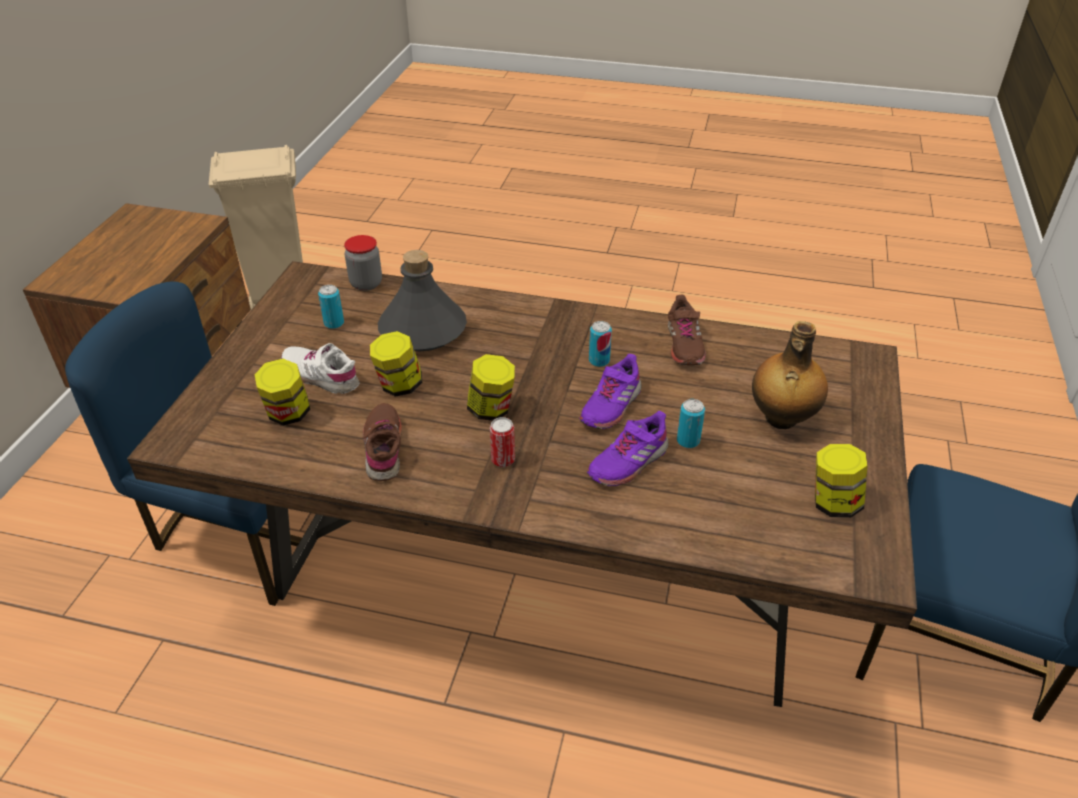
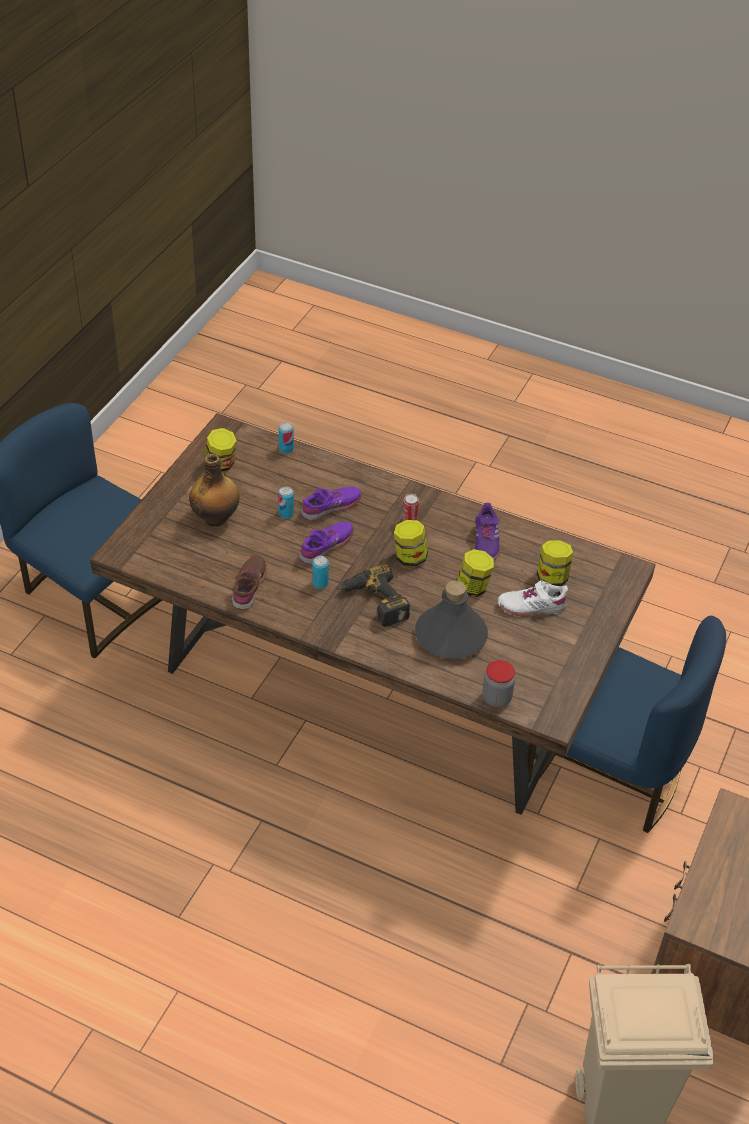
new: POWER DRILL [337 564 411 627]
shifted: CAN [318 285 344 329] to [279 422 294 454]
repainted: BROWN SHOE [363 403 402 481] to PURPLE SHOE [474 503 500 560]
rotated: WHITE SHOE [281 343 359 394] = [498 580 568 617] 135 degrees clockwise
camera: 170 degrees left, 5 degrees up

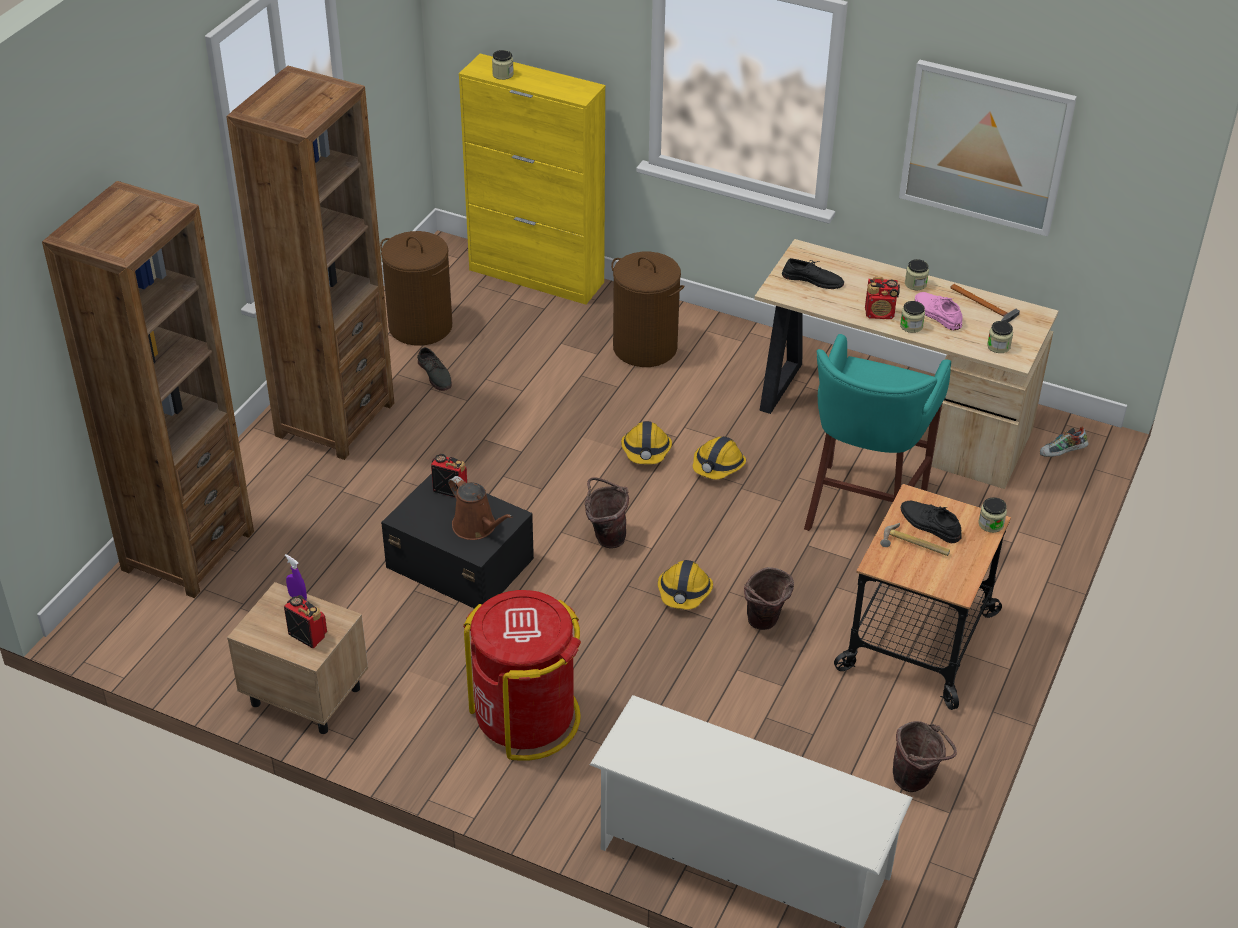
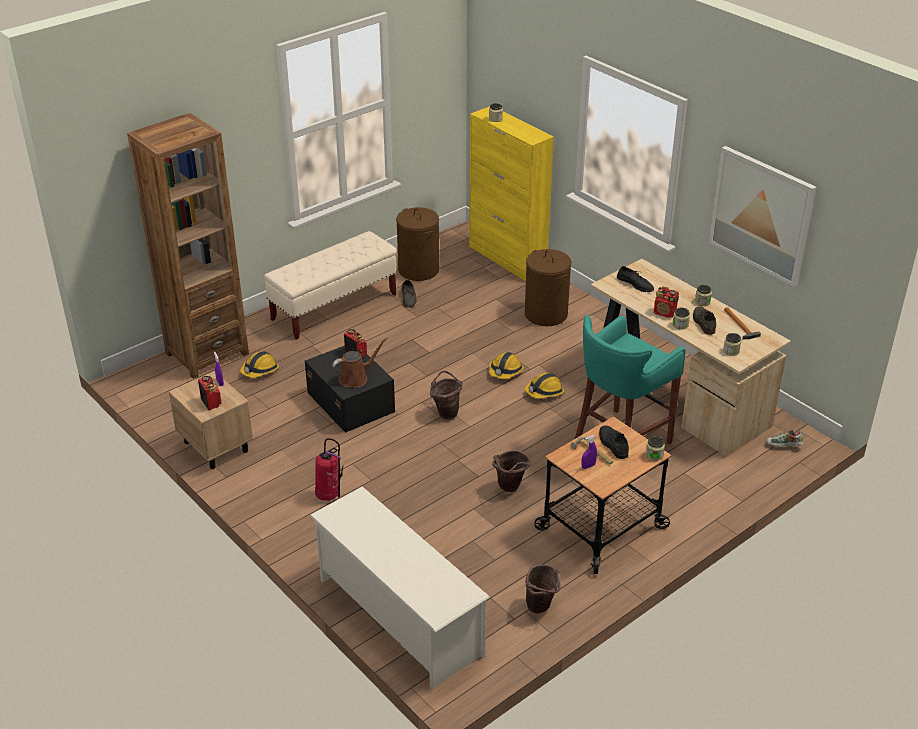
new: PURPLE SPRAY BOTTLE [582 435 597 469]
shifted: HARD HAT [658 560 713 610] to [240 351 279 378]
swapped: BROWN BOOKCASE [226 66 394 460] to BEIGE BENCH [264 231 397 340]; RED TRASH CAN [463 590 581 760] to FIRE EXTINGUISHER [315 438 344 501]
repainted: PINK SHOE [915 292 963 330] to GREY SHOE [693 307 716 335]
rotated: BROWN WATERING CAN [448 476 513 540] = [332 337 388 388] 105 degrees counterclockwise
camera: 25 degrees right, 5 degrees down

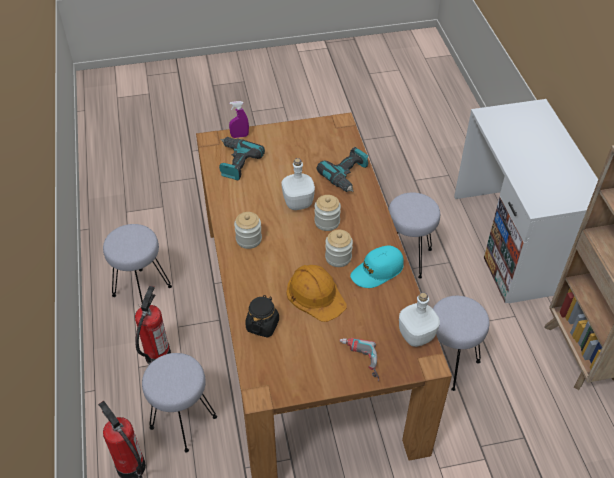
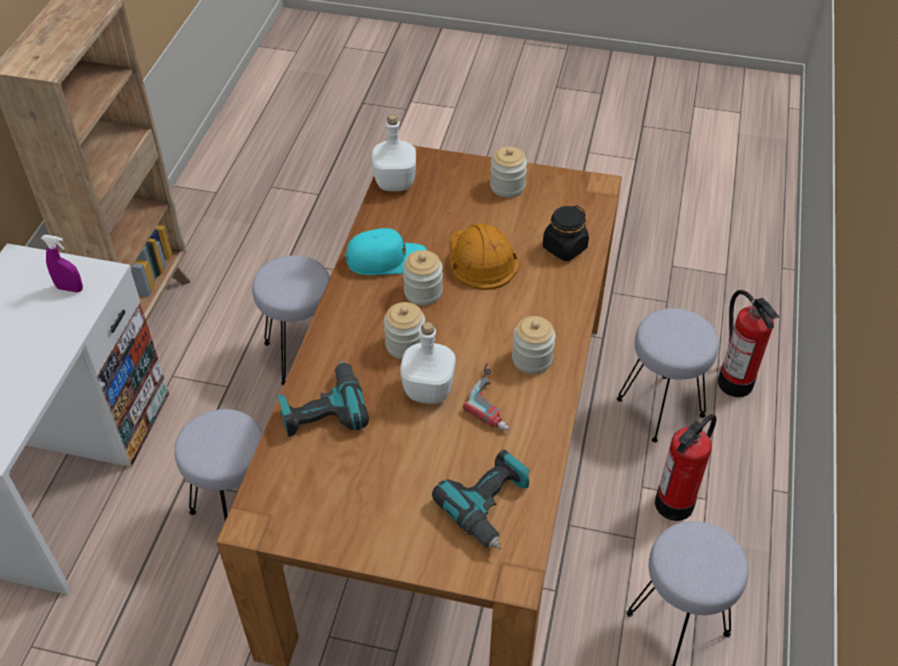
new: JAR [490 147 527 198]
shifted: PURPLE SPRAY BOTTLE [229 101 249 138] to [41 235 83 292]; POWER DRILL [339 338 379 381] to [463 363 509 431]
camera: 155 degrees left, 0 degrees up

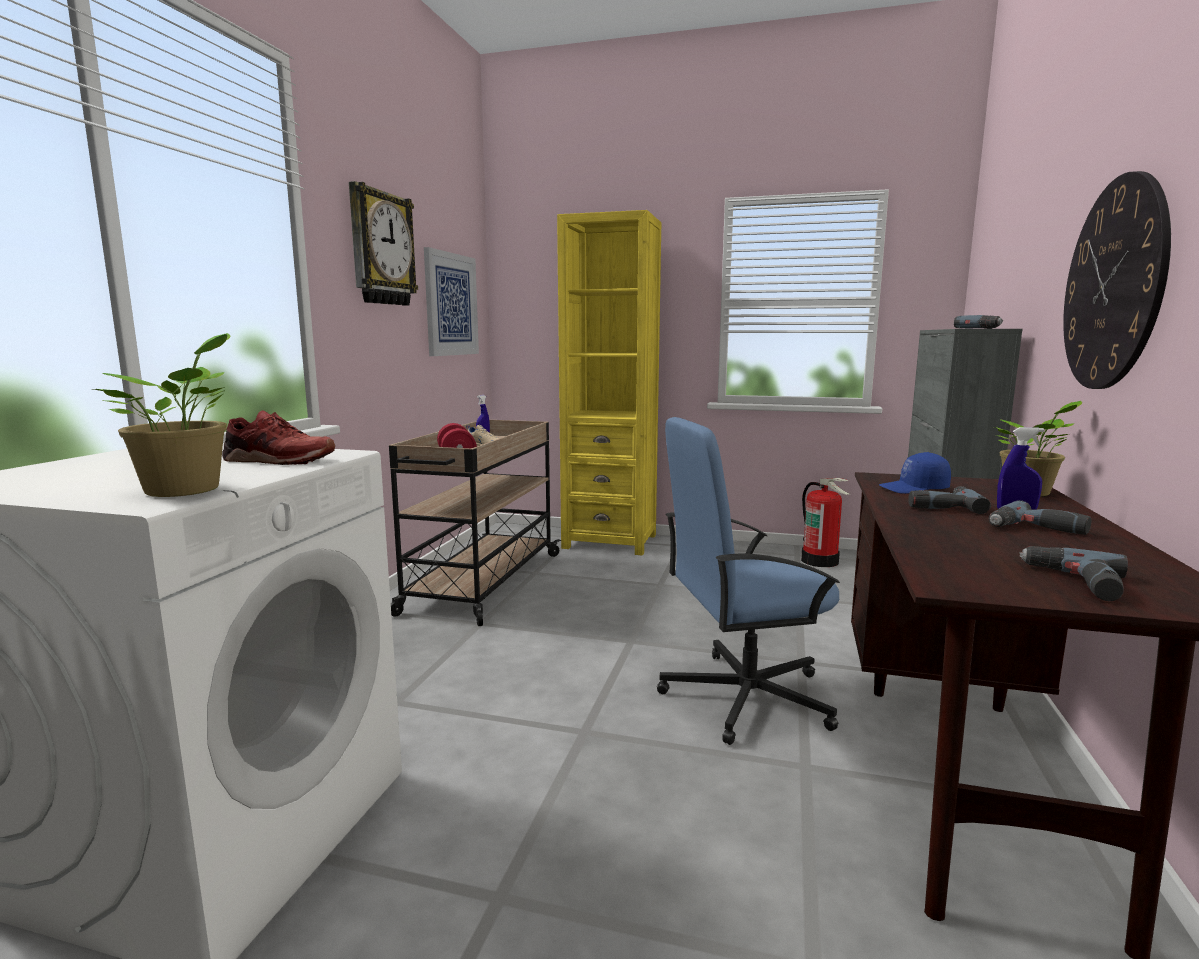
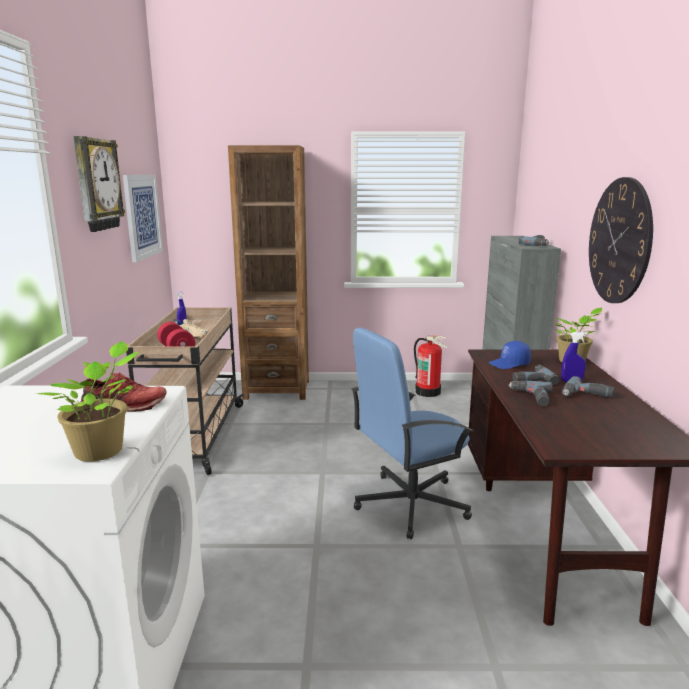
shifted: POWER DRILL [1019 546 1128 601] to [509 381 552 406]
repainted: YELLOW BOOKCASE [557 210 661 556] to BROWN BOOKCASE [228 145 309 400]
camera: 15 degrees left, 5 degrees up

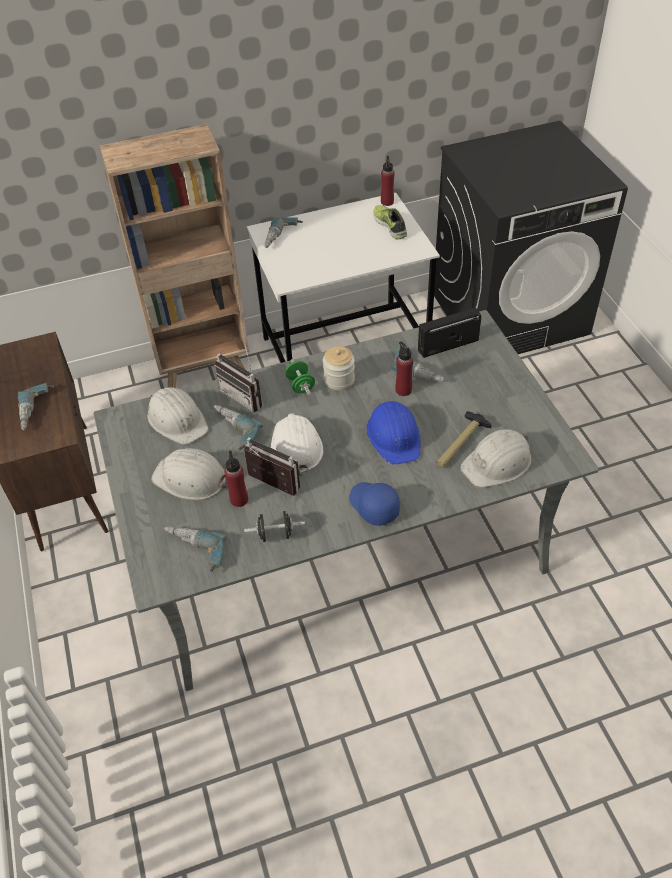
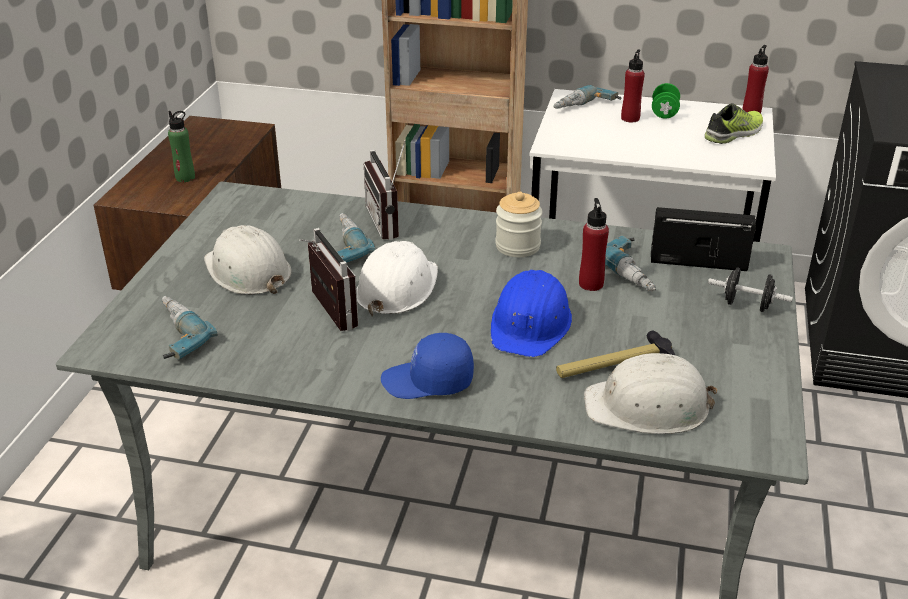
gone: WHITE HARD HAT [147 387 208 445]
shifted: RED BOTTLE [224 451 248 507] to [621 50 645 122]; BLACK DUMBBELL [244 511 305 542] to [708 268 793 312]; GREEN DUMBBELL [285 359 315 396] to [652 83 680 119]
swapped: POWER DRILL [18 383 54 431] to GREEN BOTTLE [168 111 195 182]
rotated: BLUE CAP [349 482 400 526] = [381 333 474 399] 90 degrees counterclockwise; SHOE [373 205 407 240] = [705 103 763 144] 45 degrees clockwise
camera: 30 degrees right, 15 degrees down

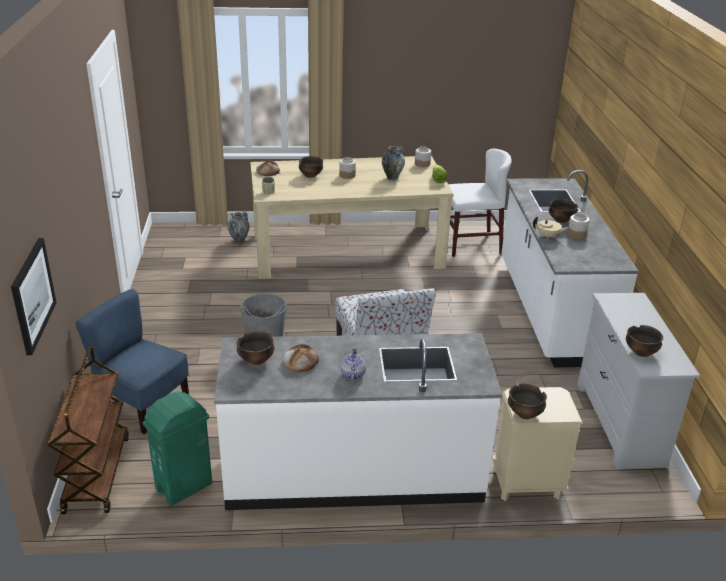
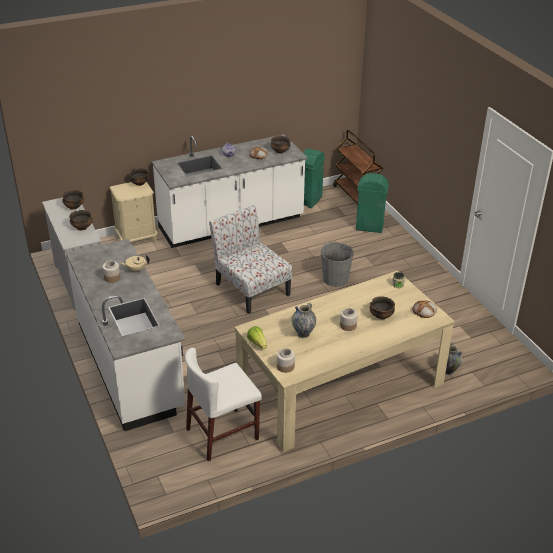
gone: PICTURE [11 238 57 355]
shifted: BOWL [549 199 578 223] to [69 210 93 231]
swapped: BLUE CHAIR [75 289 189 434] to GREEN TRASH CAN [356 173 389 233]
camera: 160 degrees right, 5 degrees up

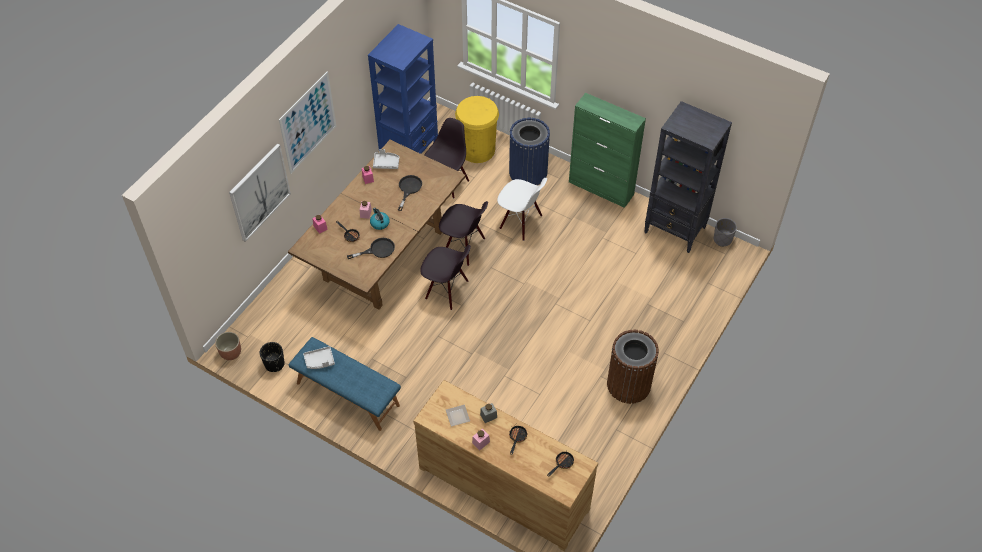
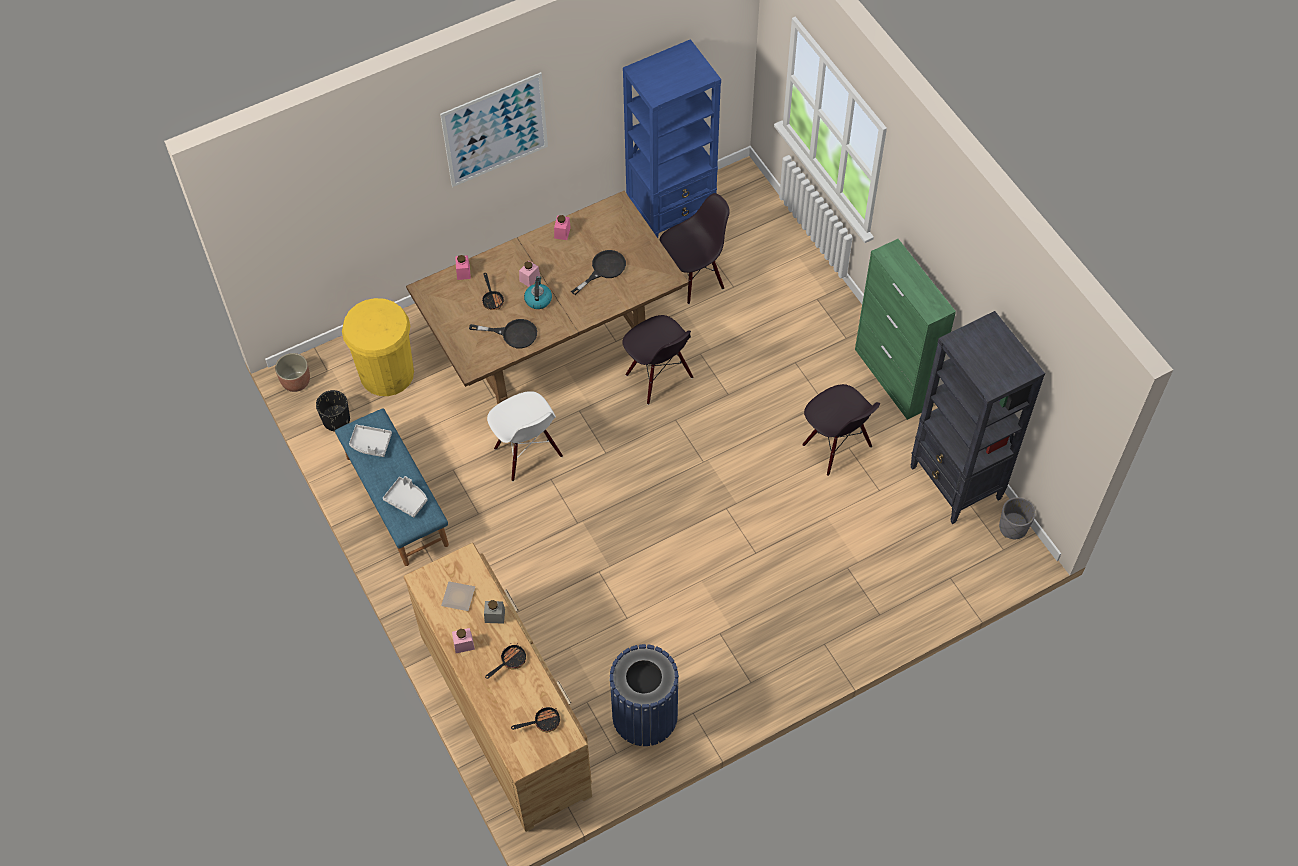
gone: PICTURE [229 144 291 242]; BROWN TRASH CAN [607 330 659 404]
shifted: GREY TRAY [373 149 400 169] to [383 476 428 517]; BLACK CHAIR [420 245 471 310] to [802 384 880 476]; YELLOW TRASH CAN [455 96 499 163] to [342 298 414 396]; WHITE CHAIR [497 178 547 241] to [487 391 563 481]; BLUE TRASH CAN [509 118 550 185] to [609 644 679 746]
camera: 30 degrees right, 5 degrees up

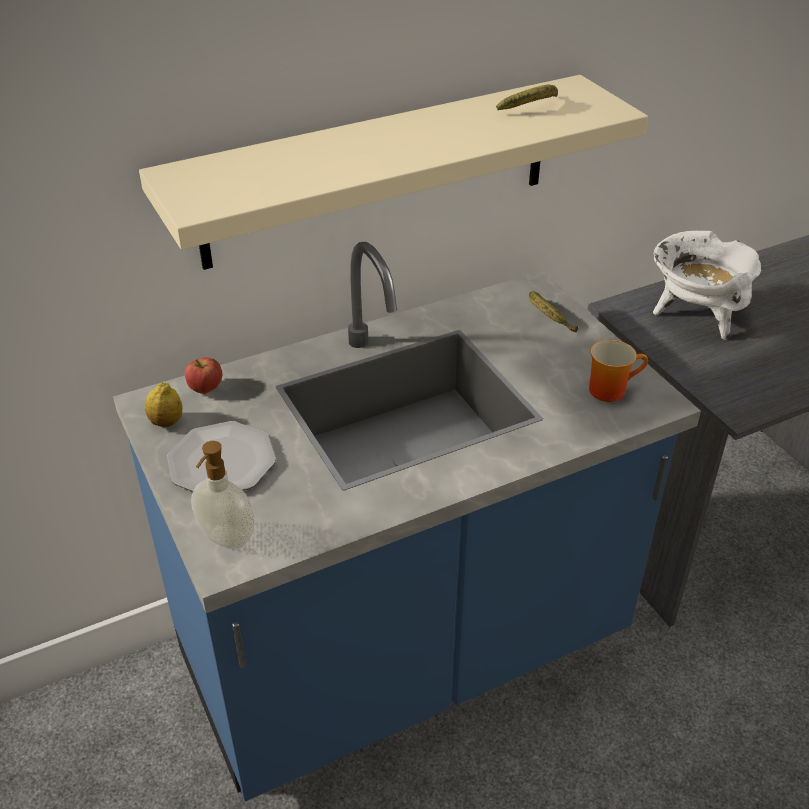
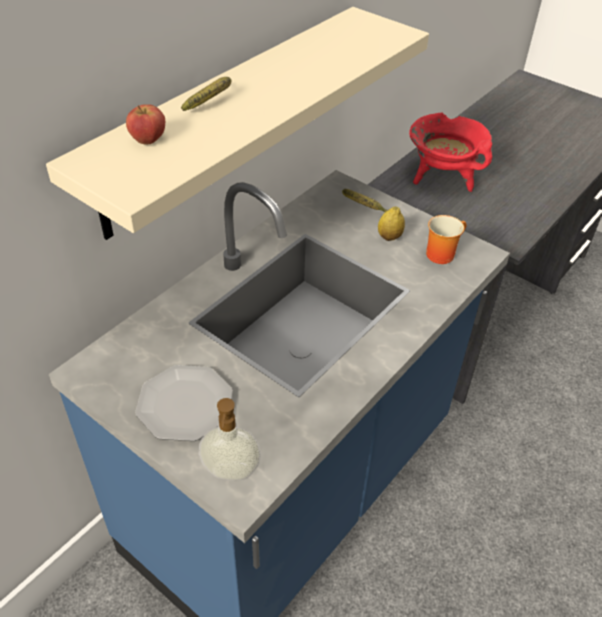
shifted: LEMON [145 382 183 427] to [378 207 405 241]; APPLE [185 357 222 394] to [126 104 165 144]; BANANA [496 85 558 110] to [181 77 232 111]
repainted: WHITE COOKING POT [653 231 761 340] to RED COOKING POT [409 113 492 192]
camera: 25 degrees left, 5 degrees up

